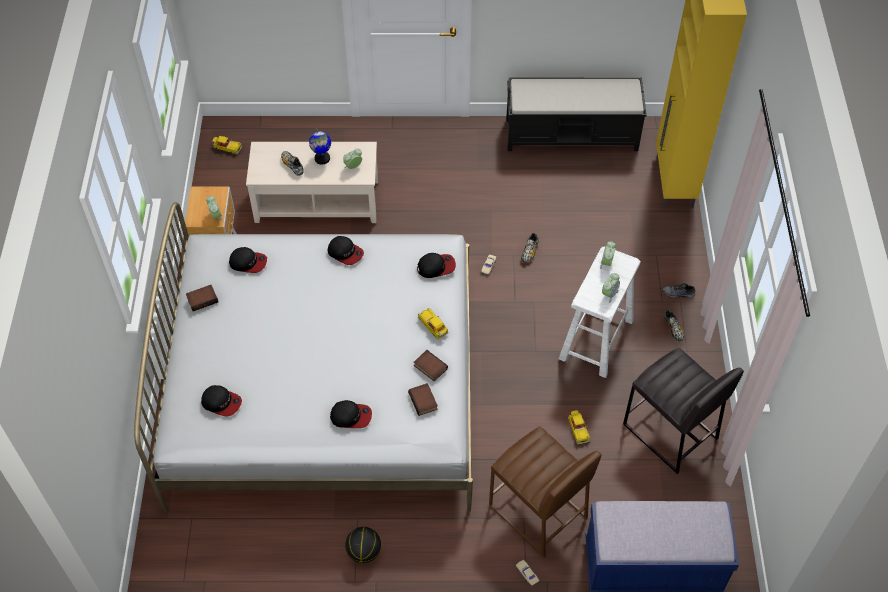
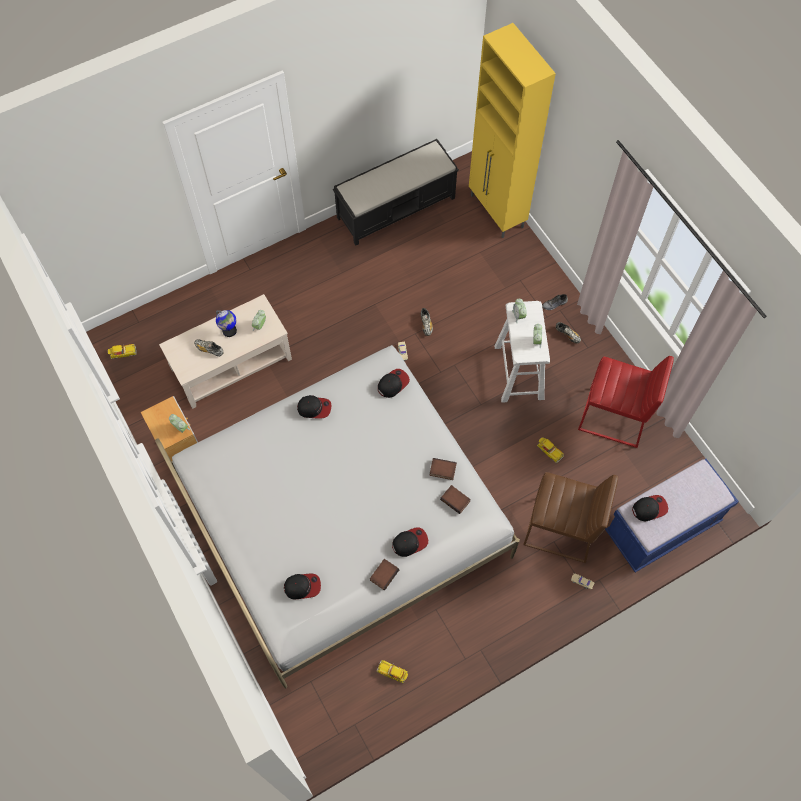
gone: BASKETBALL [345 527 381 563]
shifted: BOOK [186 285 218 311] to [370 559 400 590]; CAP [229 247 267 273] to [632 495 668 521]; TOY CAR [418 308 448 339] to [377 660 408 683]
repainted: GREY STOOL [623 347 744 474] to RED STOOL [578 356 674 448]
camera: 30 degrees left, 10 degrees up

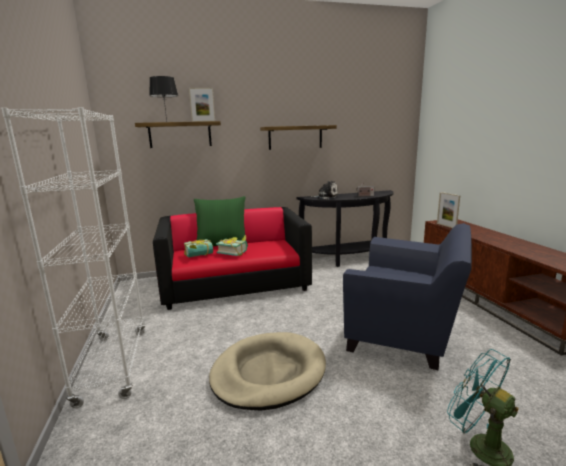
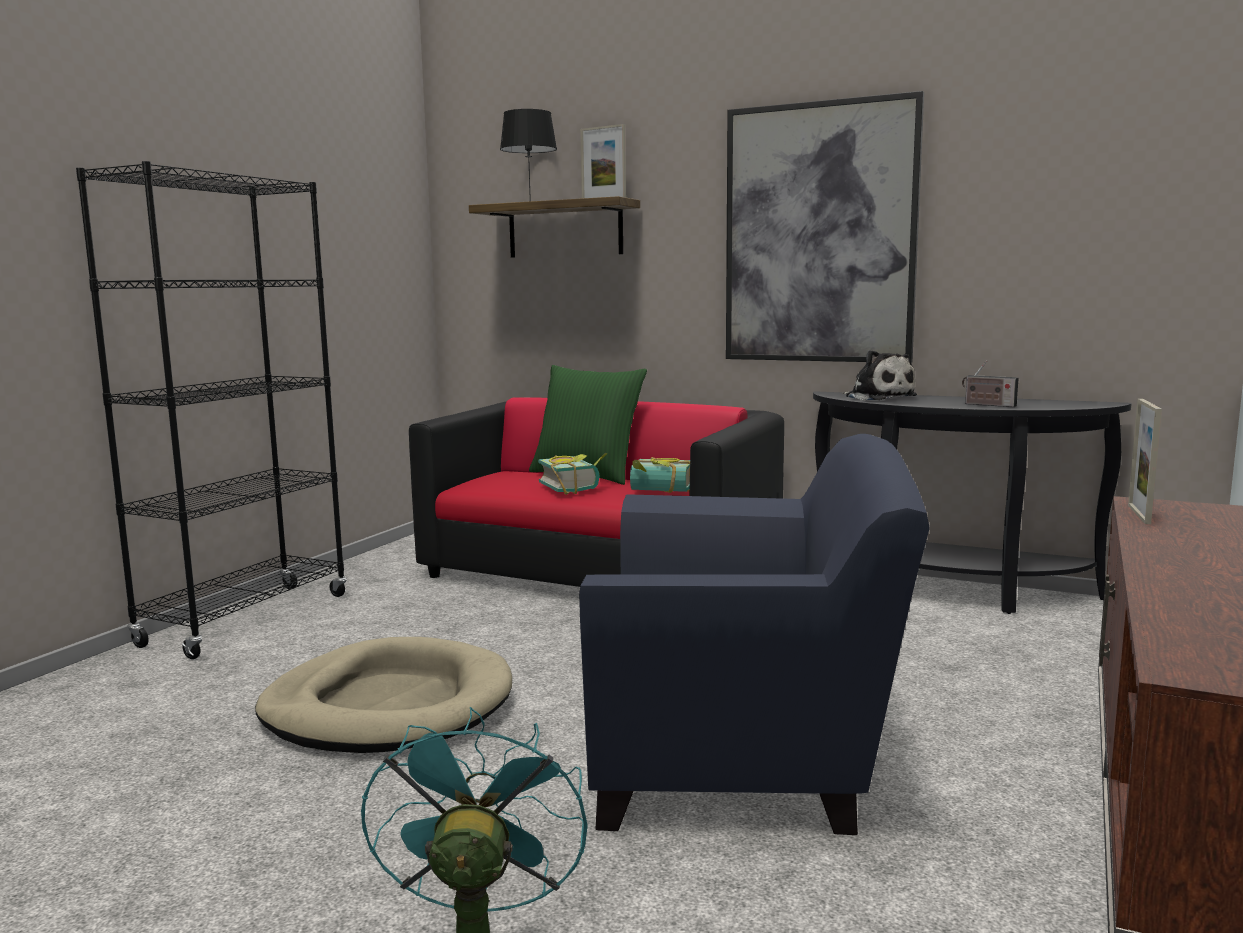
shifted: BOOK [184 239 213 257] to [630 457 690 493]
swapped: SHELF [260 125 337 150] to PICTURE [726 91 924 363]
repainted: WHITE BOOKCASE [1 107 146 408] to BLACK BOOKCASE [76 161 347 659]
rotated: BLUE ARMCHAIR [343 223 472 370] = [579 434 930 835] 60 degrees counterclockwise
camera: 40 degrees right, 5 degrees down

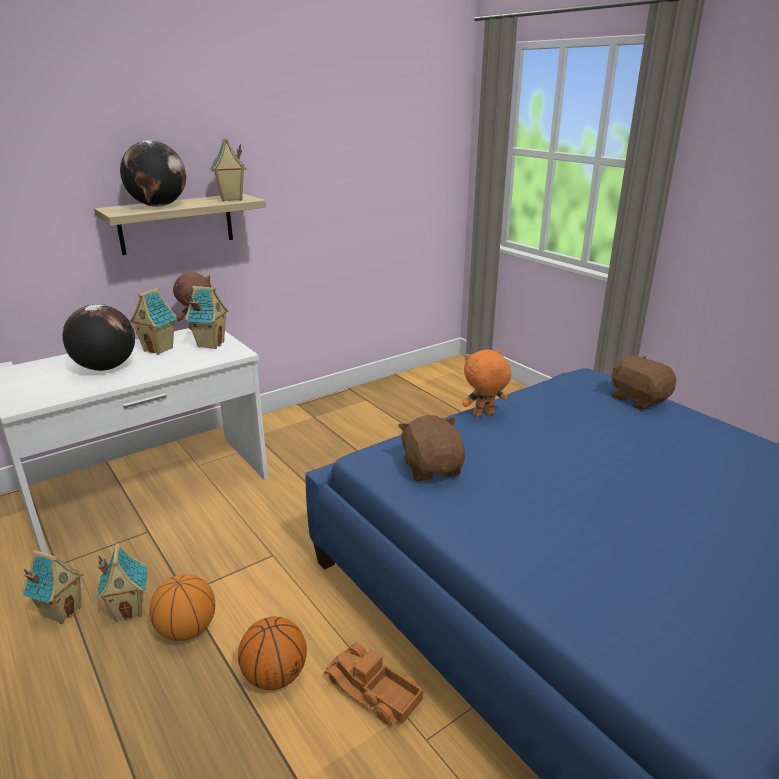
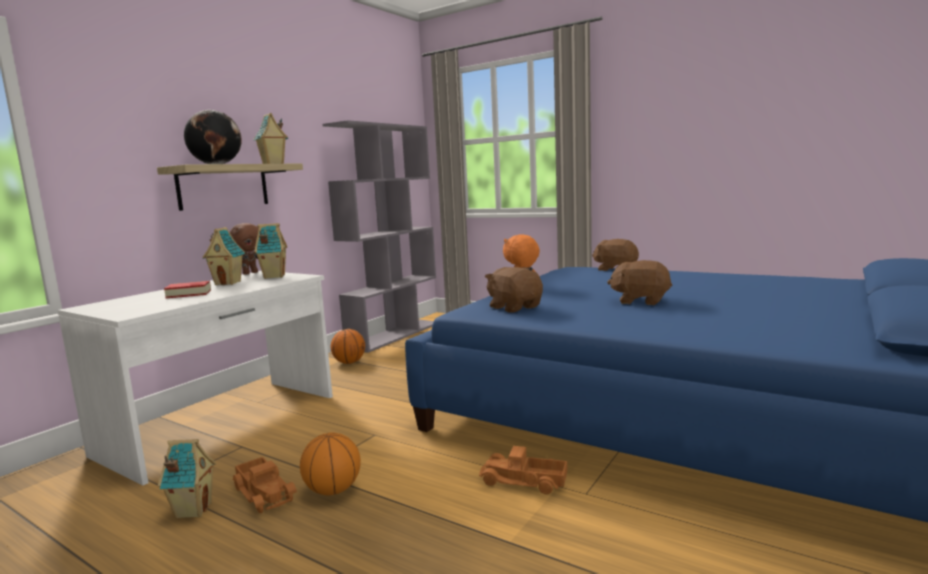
new: GREY BOOKCASE [323 120 436 353]; BROWN PLUSH TOY [607 260 672 305]
shifted: BASKETBALL [238 616 307 690] to [331 329 365 364]
swapped: GLOBE [62 304 135 371] to BOOK [164 281 211 299]; TOY HOUSE [97 543 147 622] to TOY TRUCK [233 457 297 513]
camera: 20 degrees left, 15 degrees down

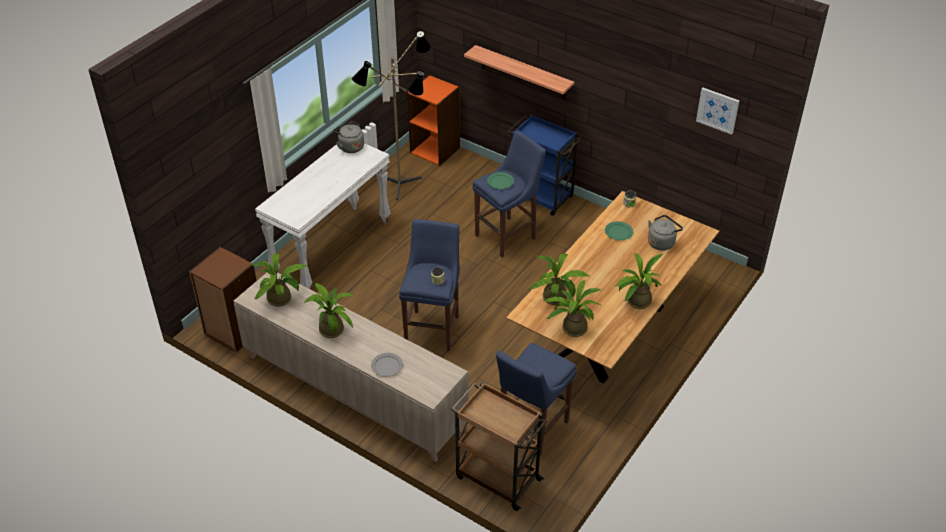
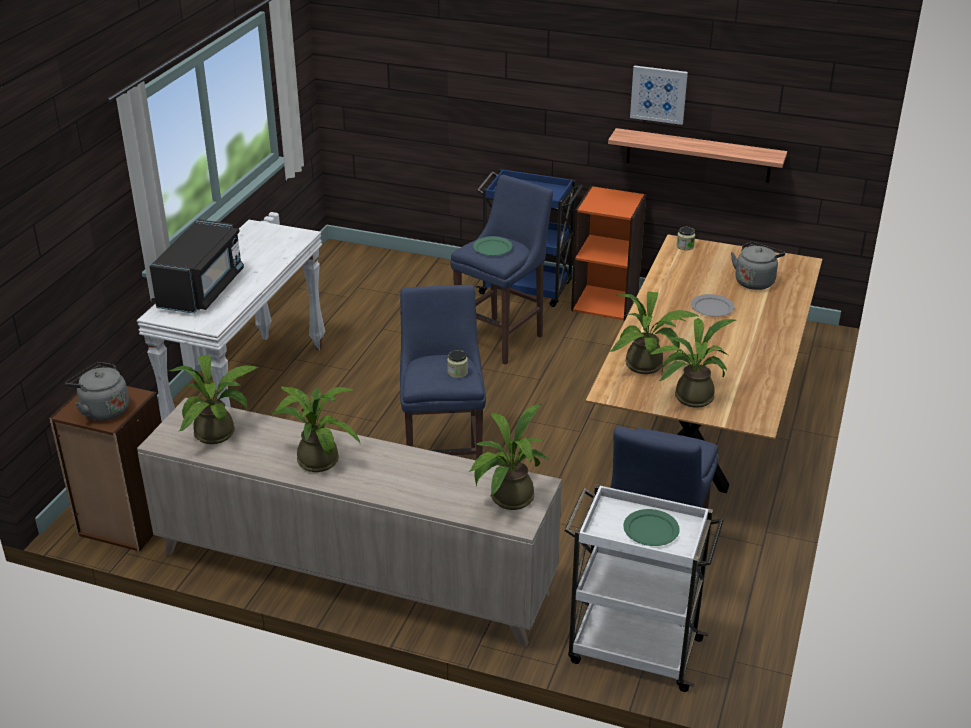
gone: FLOOR LAMP [351 31 431 200]
new: BLACK MICROWAVE [149 219 244 314]
shifted: GREY KETTLE [333 121 364 153] to [66 362 129 421]; GREY PLATE [371 353 403 377] to [691 294 735 317]; ORANGE BOOKCASE [407 75 460 166] to [571 186 646 321]; SHELF [464 45 574 100] to [608 128 787 183]; GREEN PLATE [605 221 633 240] to [623 509 680 546]; POTTED PLANT [615 253 664 309] to [468 404 550 510]; PICTURE [696 88 740 135] to [630 65 688 125]
repainted: BROWN CART [451 382 547 511] to WHITE CART [564 484 724 692]
camera: 15 degrees left, 10 degrees down

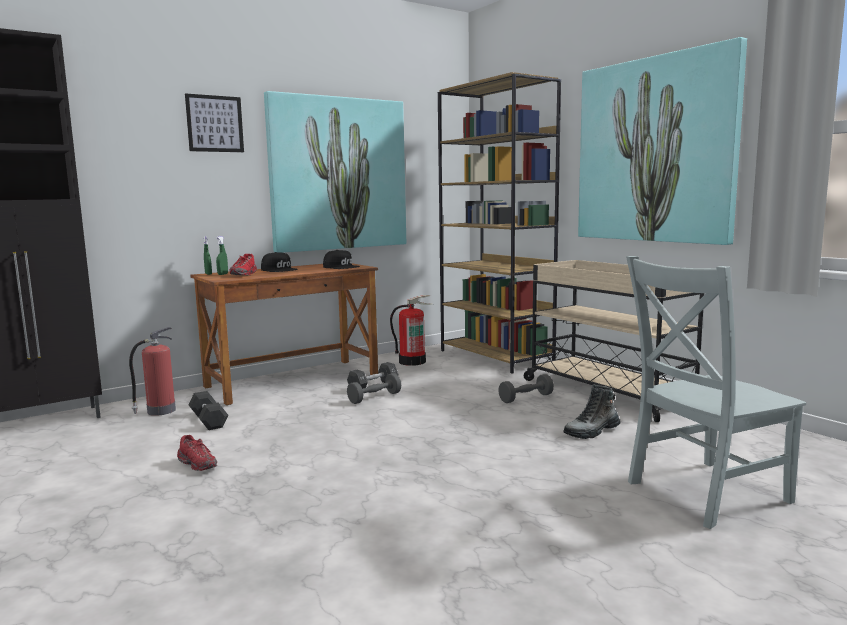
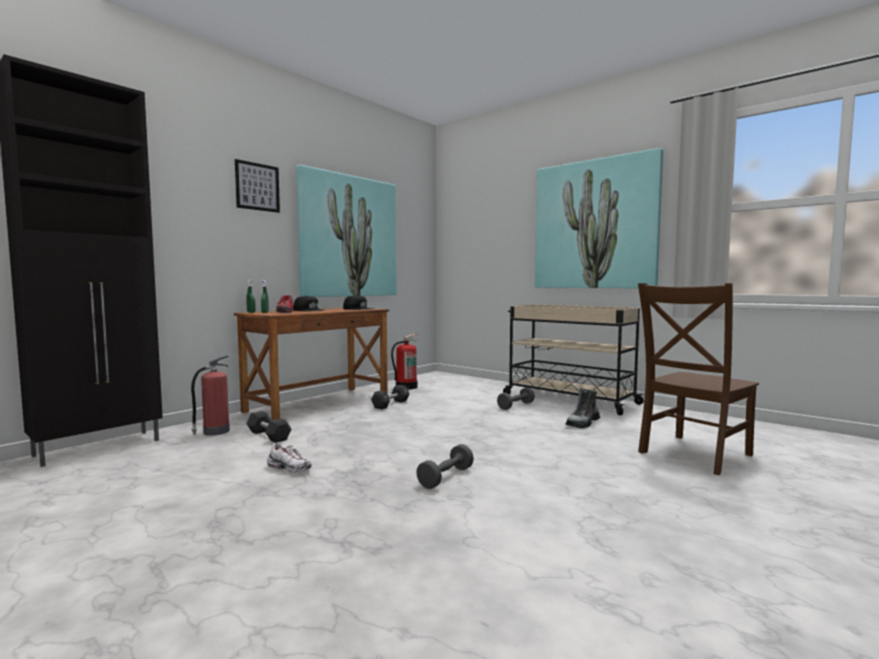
gone: BROWN BOOKCASE [438 72 561 374]
shifted: GREY DUMBBELL [347 373 401 404] to [416 444 474 489]
repainted: RED SHOE [177 435 217 471] to WHITE SHOE [267 442 312 472]; GREY CHAIR [626 256 806 529] to BROWN CHAIR [638 283 759 475]
camera: 15 degrees left, 5 degrees down

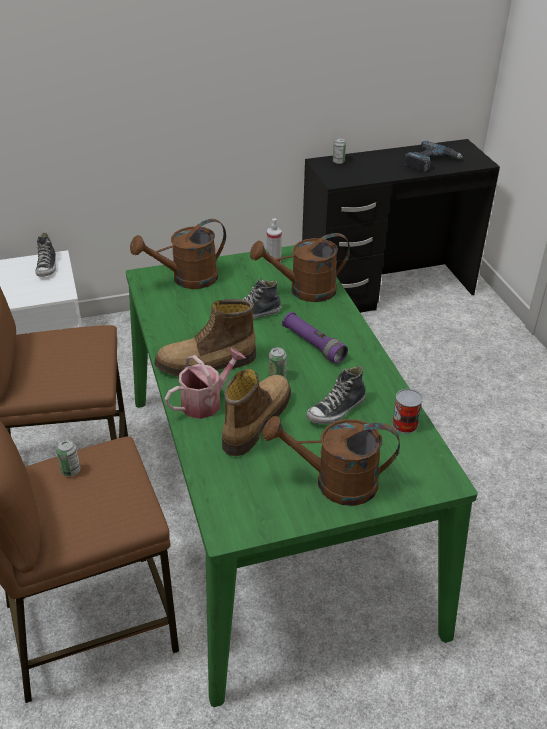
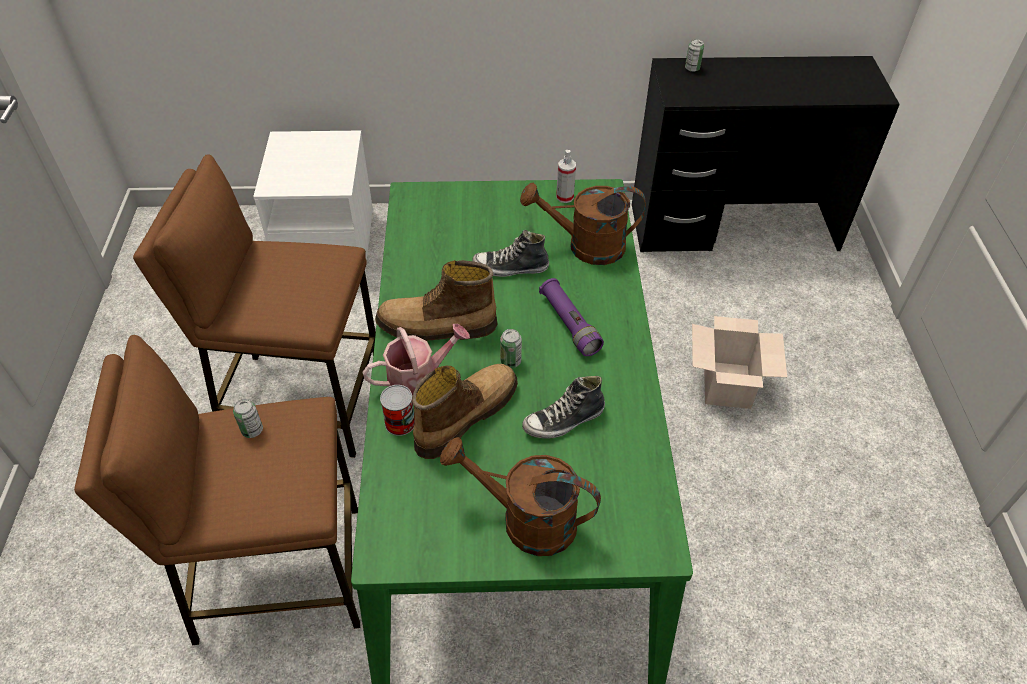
gone: SHOE [35 232 56 276]; BROWN WATERING CAN [130 219 226 289]; POWER DRILL [404 141 463 172]
new: CARDBOARD BOX [692 316 787 409]
shifted: CAN [392 389 423 433] to [380 385 414 436]
camera: 15 degrees right, 10 degrees up

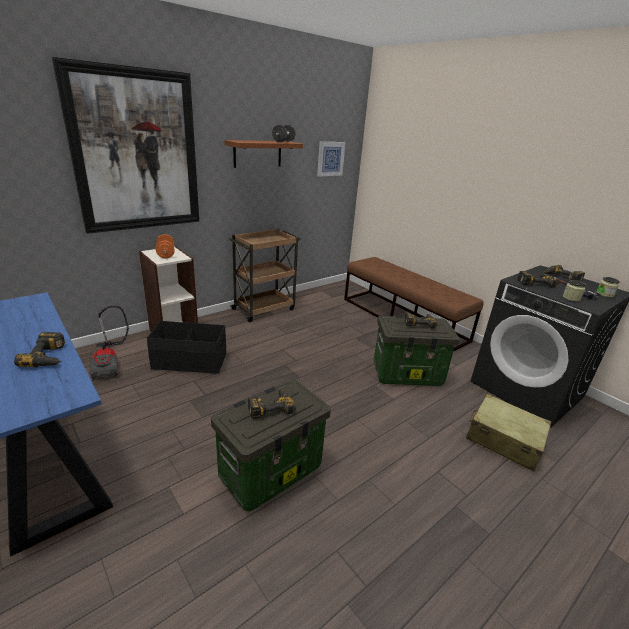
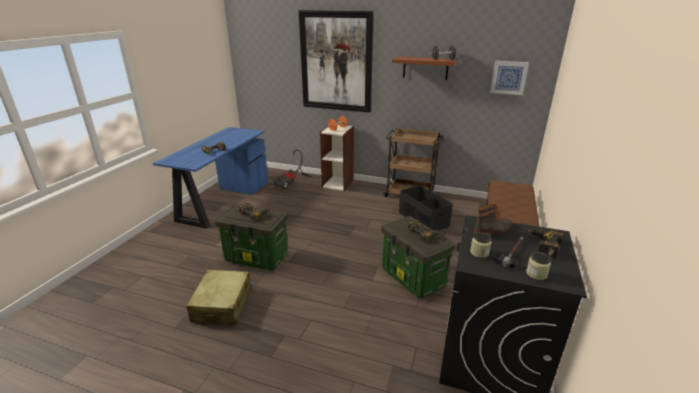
shifted: BLACK STORAGE BOX [147 321 226 374] to [399 185 452 231]; BEIGE SUITCASE [466 394 551 472] to [186 270 251 325]
swapped: POWER DRILL [517 271 558 287] to BOOT [473 204 511 236]
camera: 60 degrees right, 0 degrees up

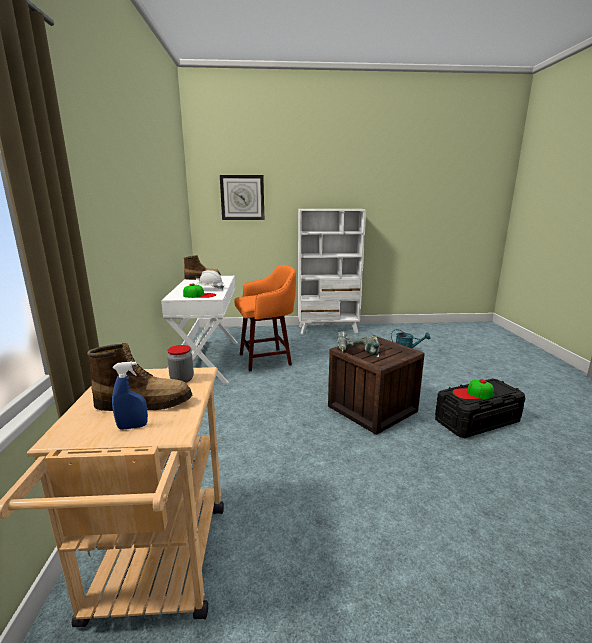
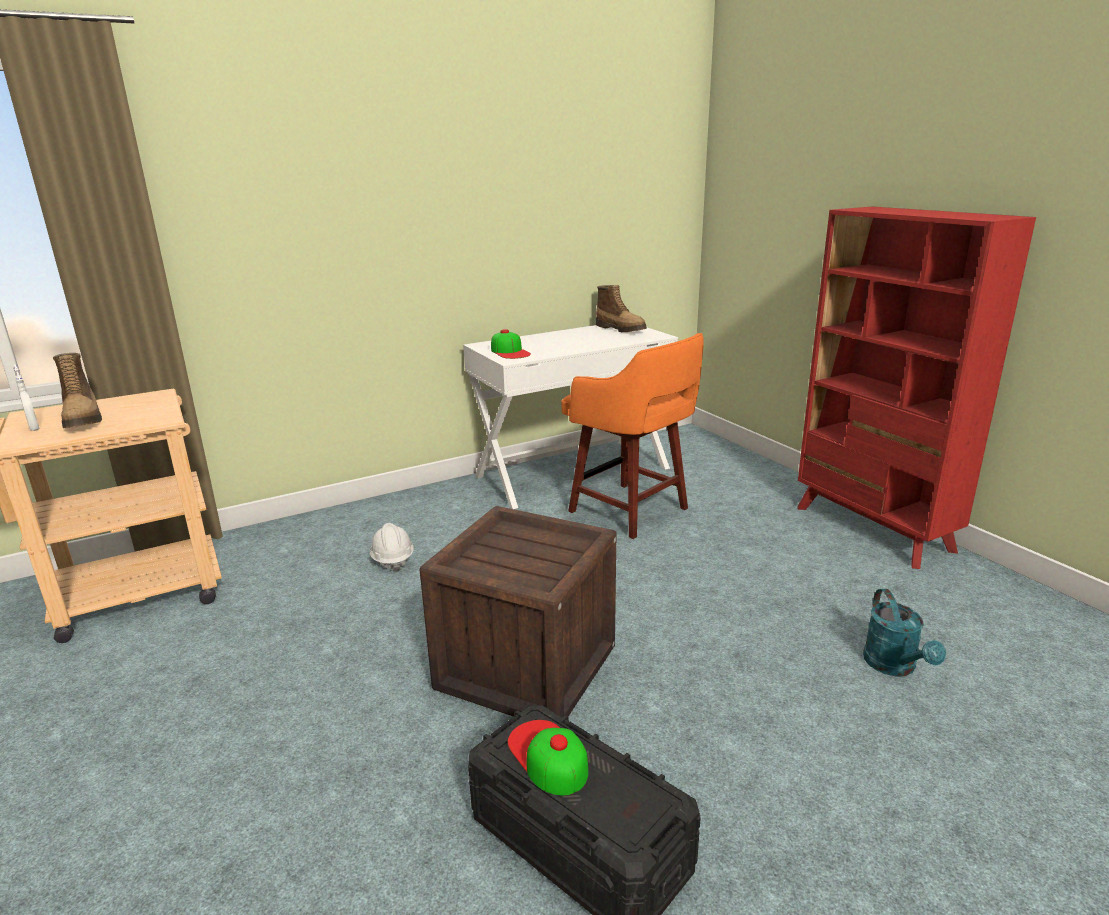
gone: JAR [167 345 194 383]; WALL CLOCK [220 175 265 220]; POWER DRILL [337 331 379 358]
shifted: WHITE HARD HAT [195 270 224 289] to [370 523 414 572]
repainted: BLUE SPRAY BOTTLE [112 361 148 430] to WHITE SPRAY BOTTLE [13 364 40 431]; WHITE BOOKCASE [298 209 366 334] to RED BOOKCASE [797 207 1036 569]
camera: 65 degrees right, 5 degrees up

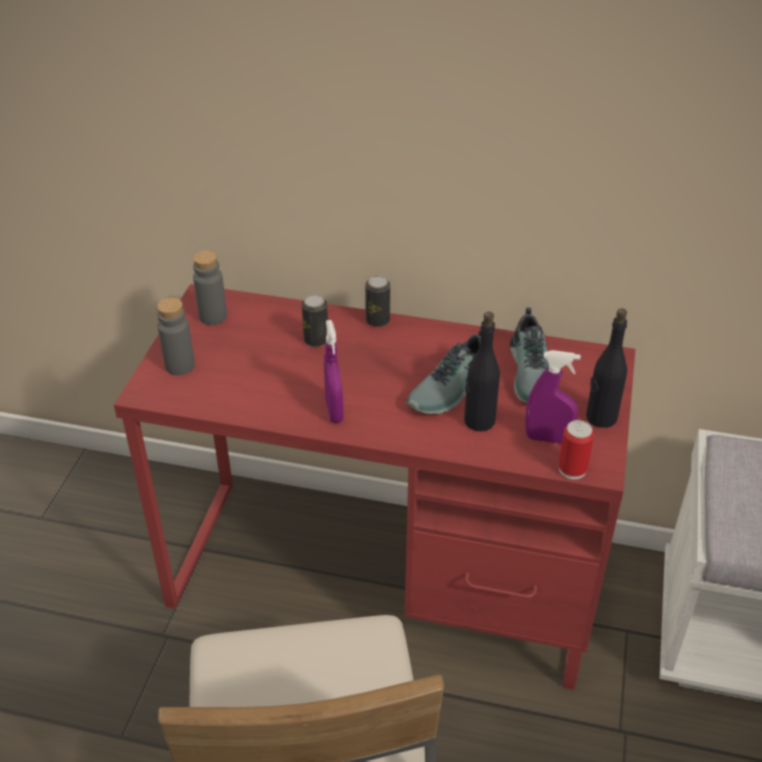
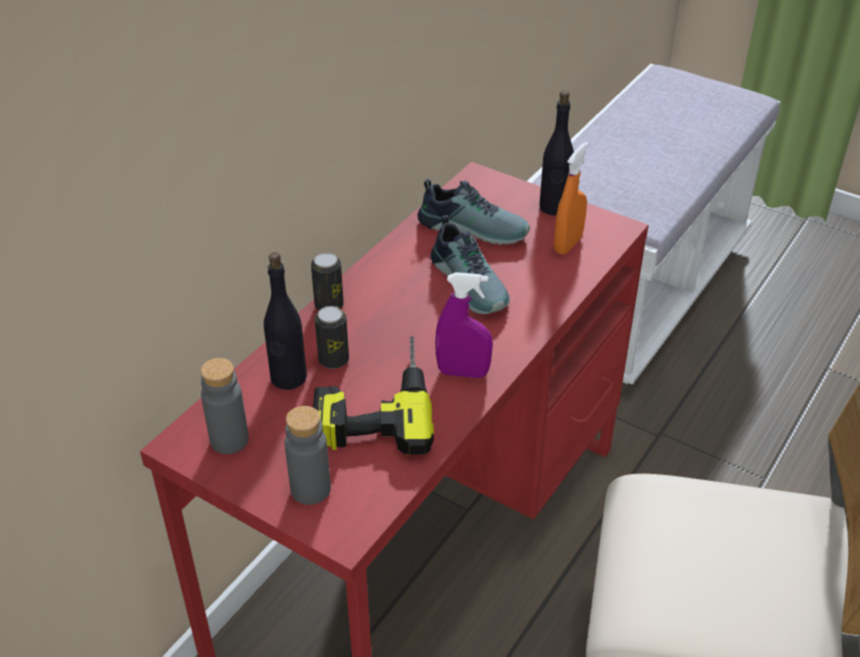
gone: CAN [558 420 594 479]
new: POWER DRILL [313 336 434 455]
shifted: BLACK BOTTLE [464 312 500 431] to [264 252 307 390]
repainted: PURPLE SPRAY BOTTLE [525 350 581 444] to ORANGE SPRAY BOTTLE [554 142 589 255]
camera: 70 degrees left, 0 degrees up

